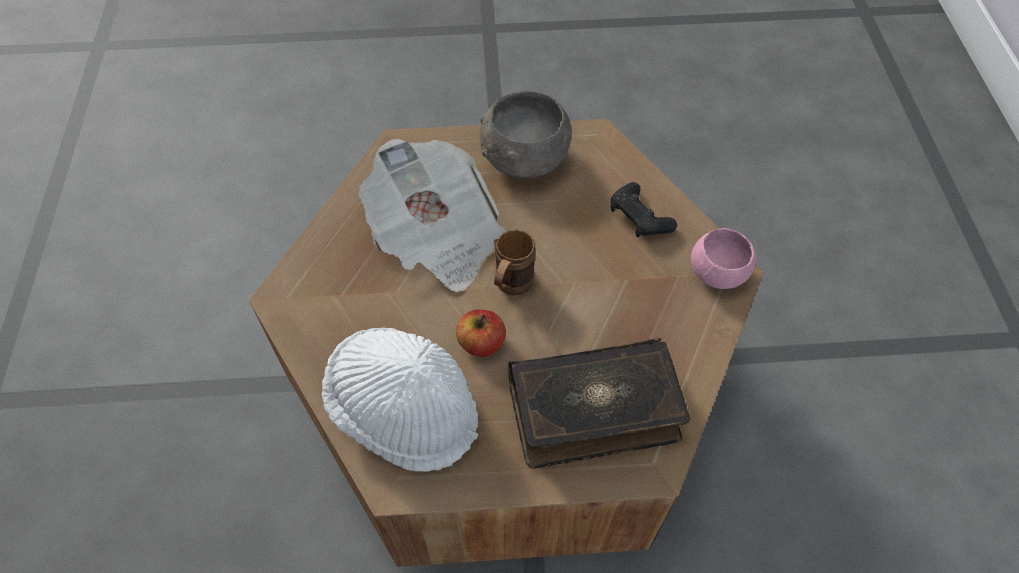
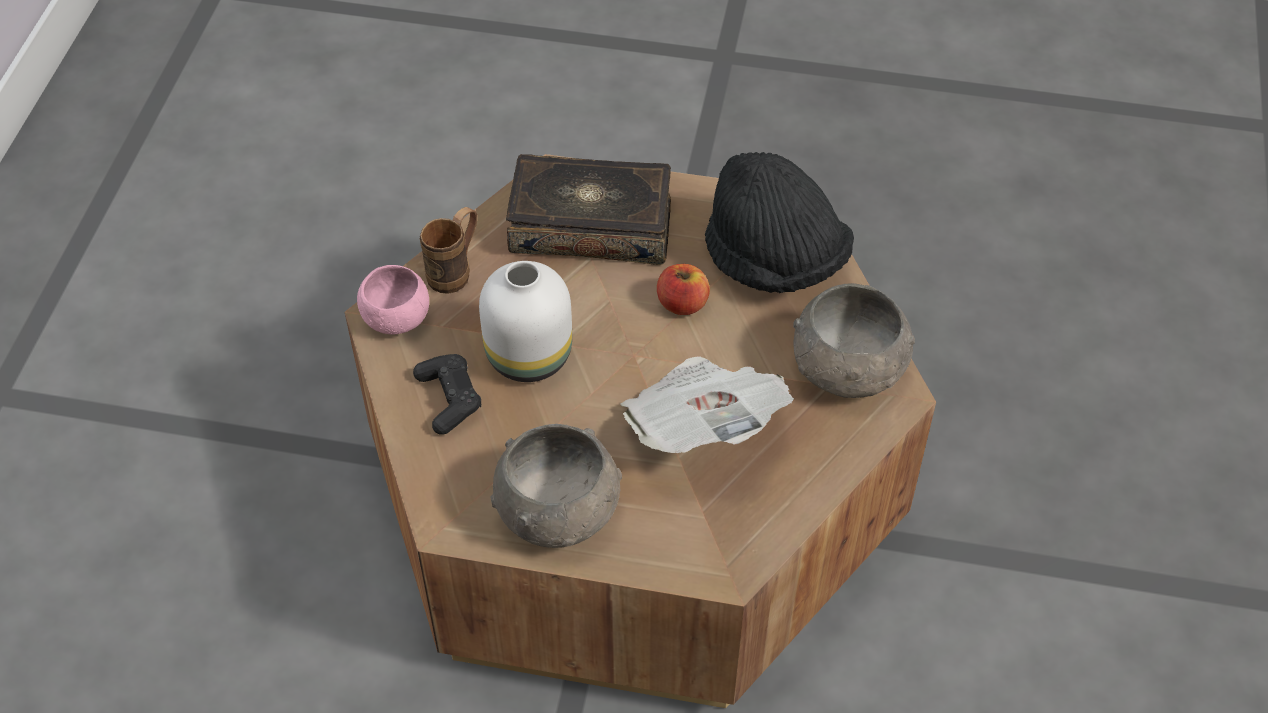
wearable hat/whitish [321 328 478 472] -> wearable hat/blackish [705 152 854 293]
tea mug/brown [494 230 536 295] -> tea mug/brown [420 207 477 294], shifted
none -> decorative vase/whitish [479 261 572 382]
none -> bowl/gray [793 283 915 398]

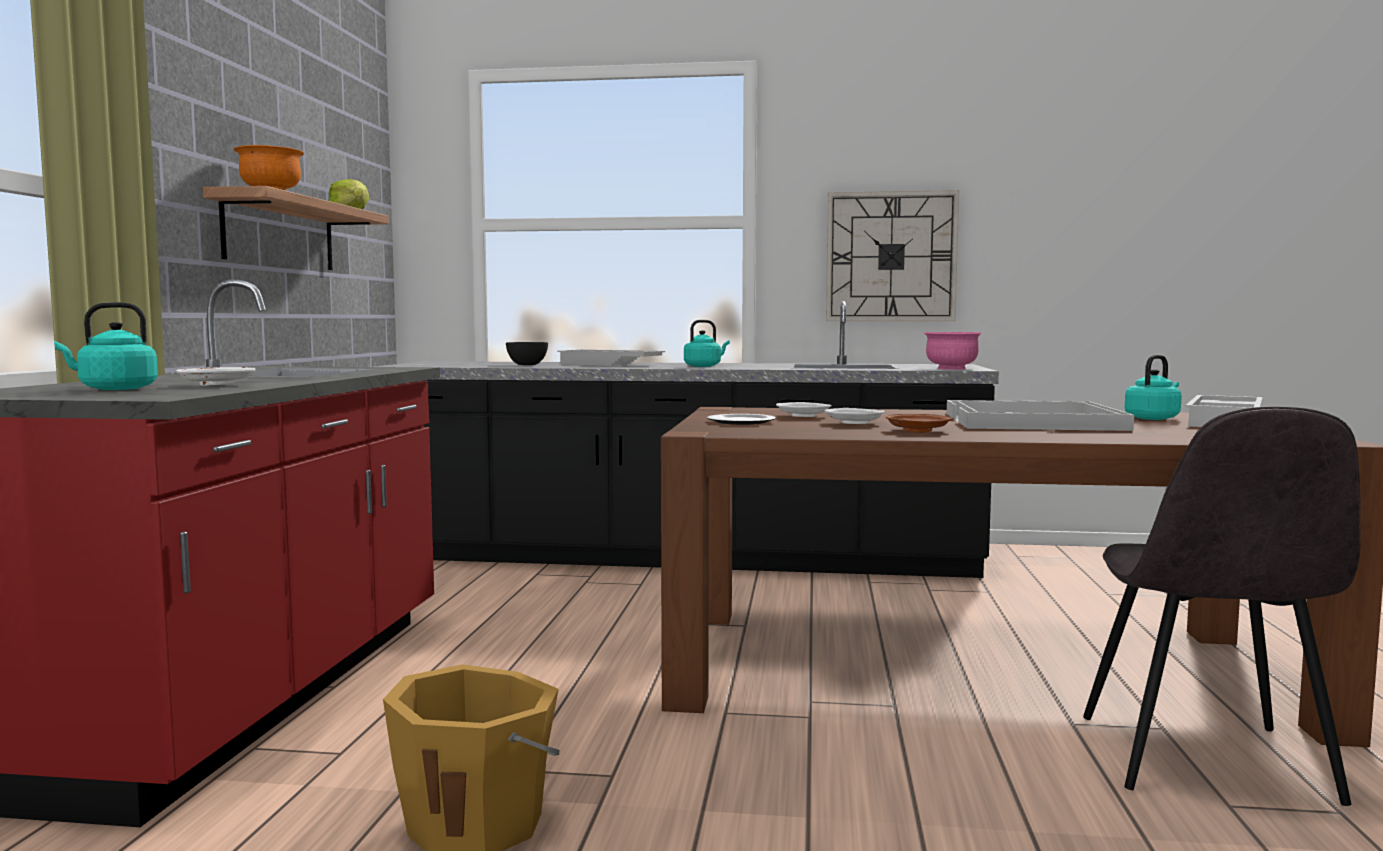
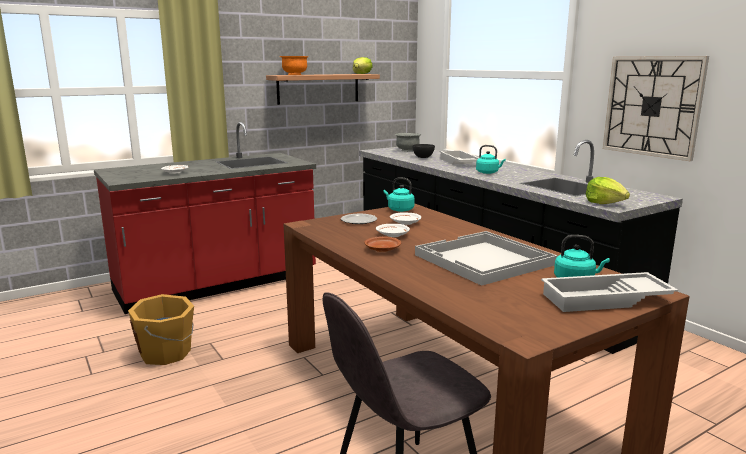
kettle/blue-green [54 302 158 390] -> kettle/blue-green [383 177 415 212], shifted
bowl/pinkish [924 332 982 370] -> lettuce head [586 177 630 204]
none -> bowl/gray [395 133 421 152]

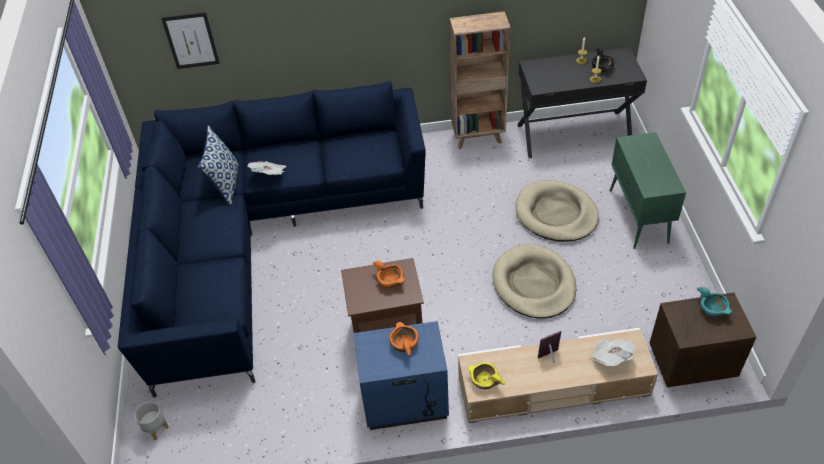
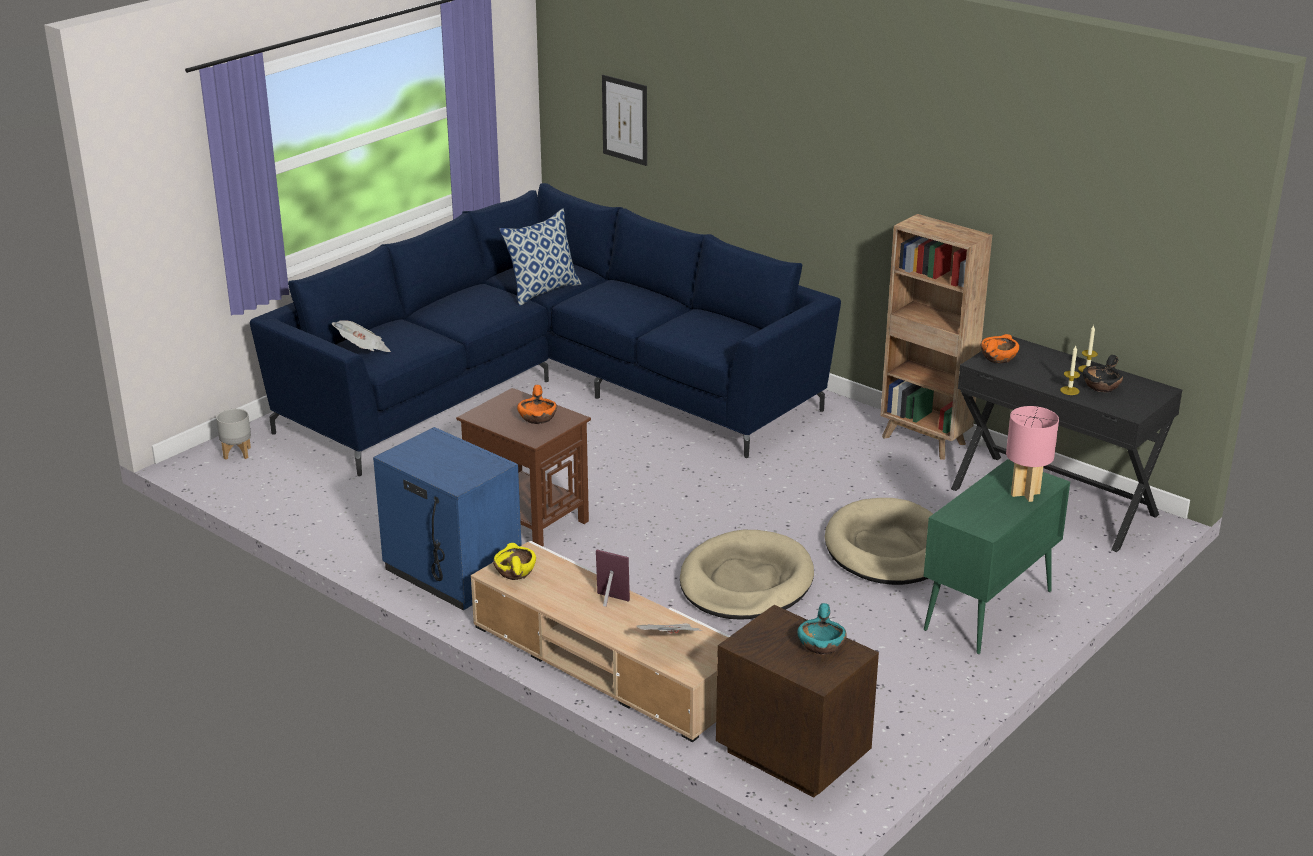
printed paper [248 161 286 175] -> printed paper [332 320 391 352], shifted
bowl/orangey [389 322 419 355] -> bowl/orangey [981 334 1019 364], shifted
none -> lamp for a table/pinkish [1006 406 1059 502]

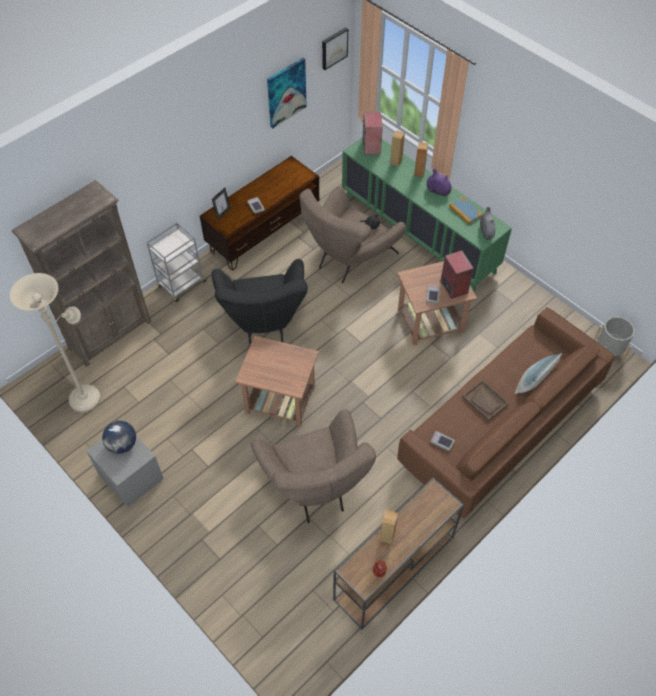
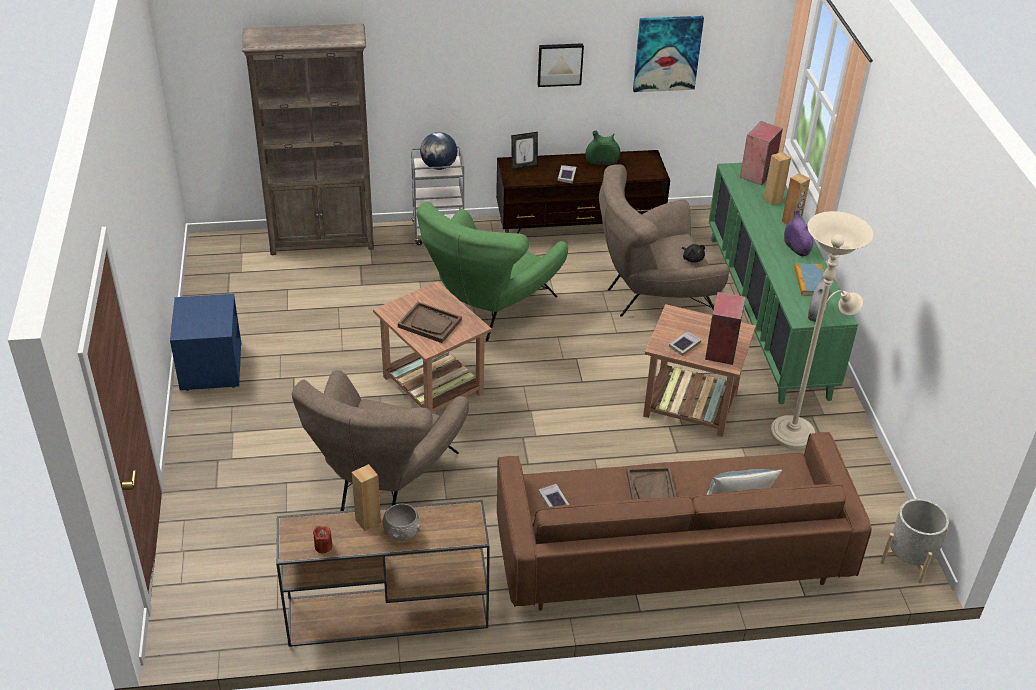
standard lamp/beige [10 273 100 412] -> standard lamp/beige [770 211 873 449], shifted
night table/gray [86 436 164 507] -> night table/bluish [170 294 241 391]
desk globe [102 421 136 454] -> desk globe [420 132 457 170], shifted
easy chair/blackish [211 259 308 346] -> easy chair/green-coloured [417 201 568 341]
wall art [322 27 348 70] -> wall art [538 43 584 87], shifted
none -> bowl/gray [383 504 420 541]
none -> carrying tray/brown [398 302 462 343]
none -> decorative vase/green-coloured [586 130 620 165]

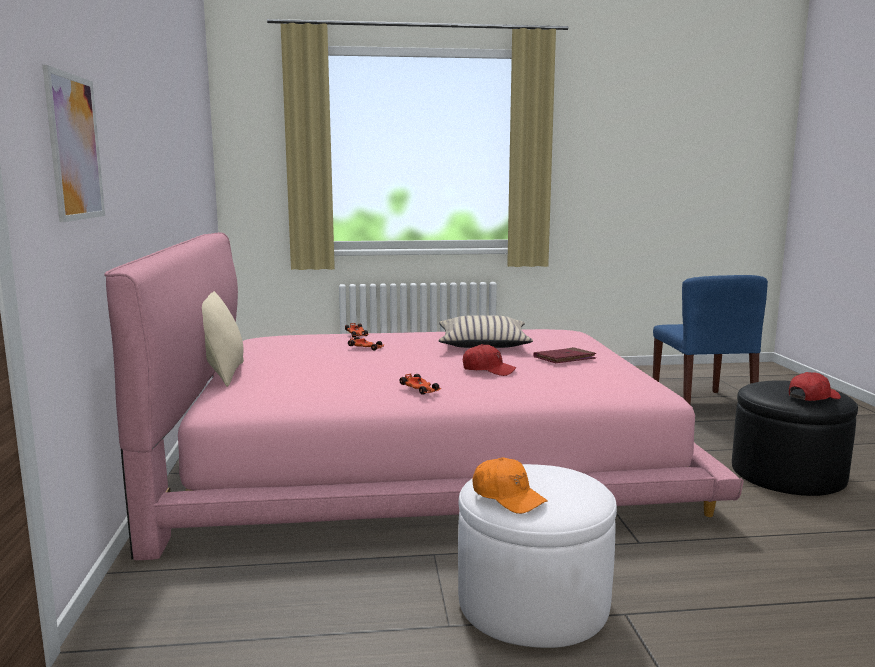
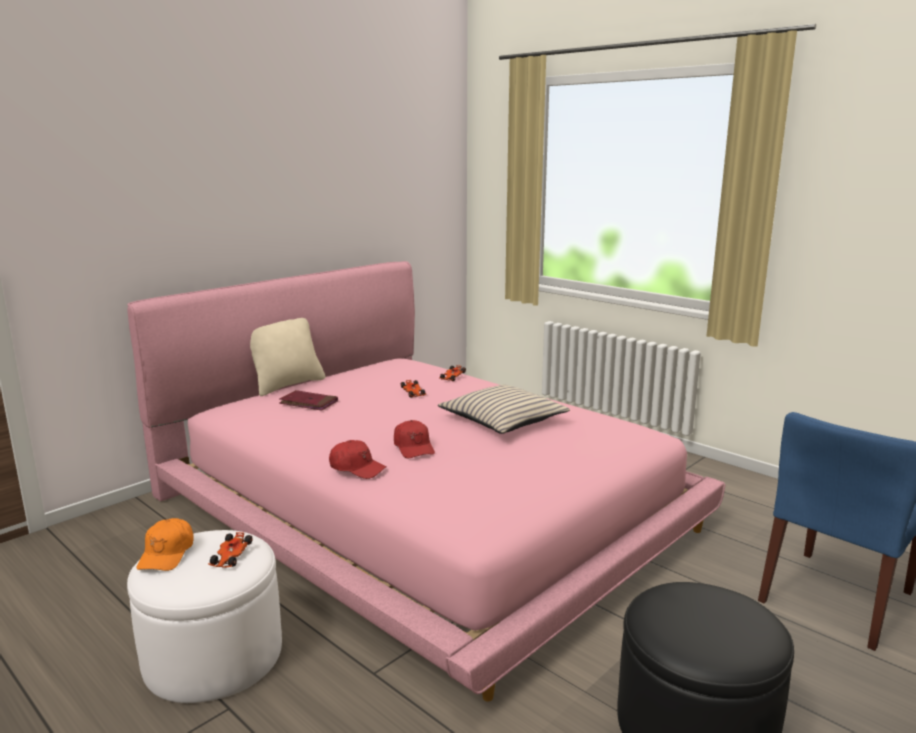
wall art [42 65 105 222] -> none
model car [399 374 442 395] -> model car [208 532 252 568], shifted
book/reddish [534 347 596 363] -> book/reddish [279 390 338 411], shifted
baseball cap/reddish [789 372 841 401] -> baseball cap/reddish [329 440 387 479], shifted

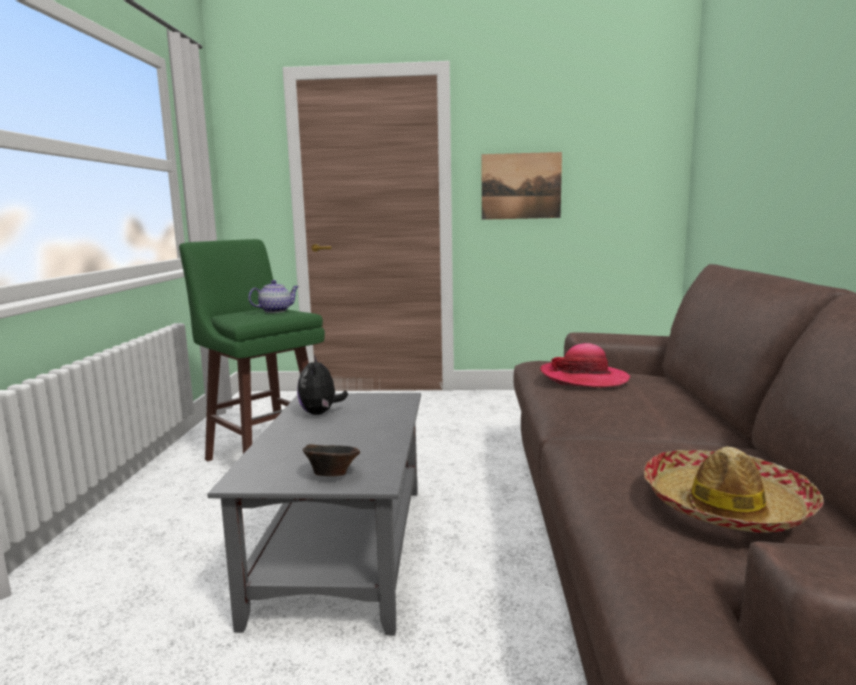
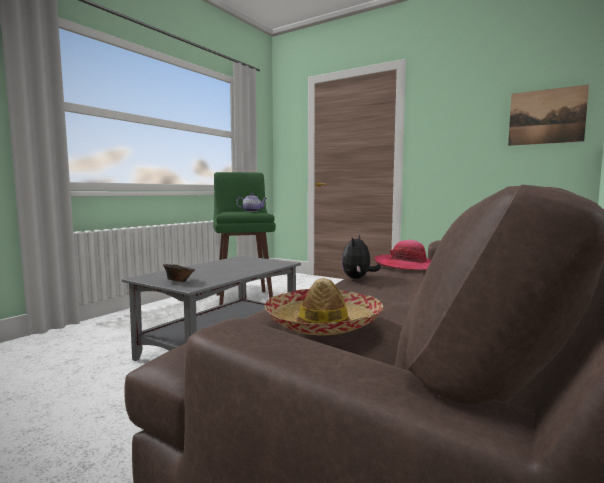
plush toy [297 355 348 415] -> plush toy [342 235 381 279], shifted
wall art [482 152 562 220] -> wall art [508 84 589 146], shifted

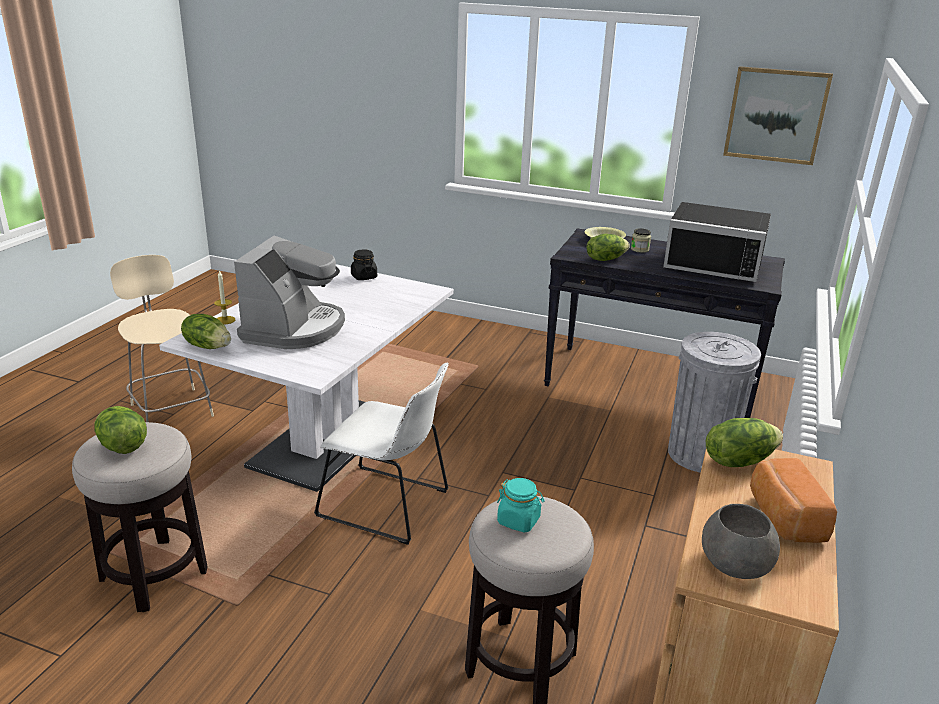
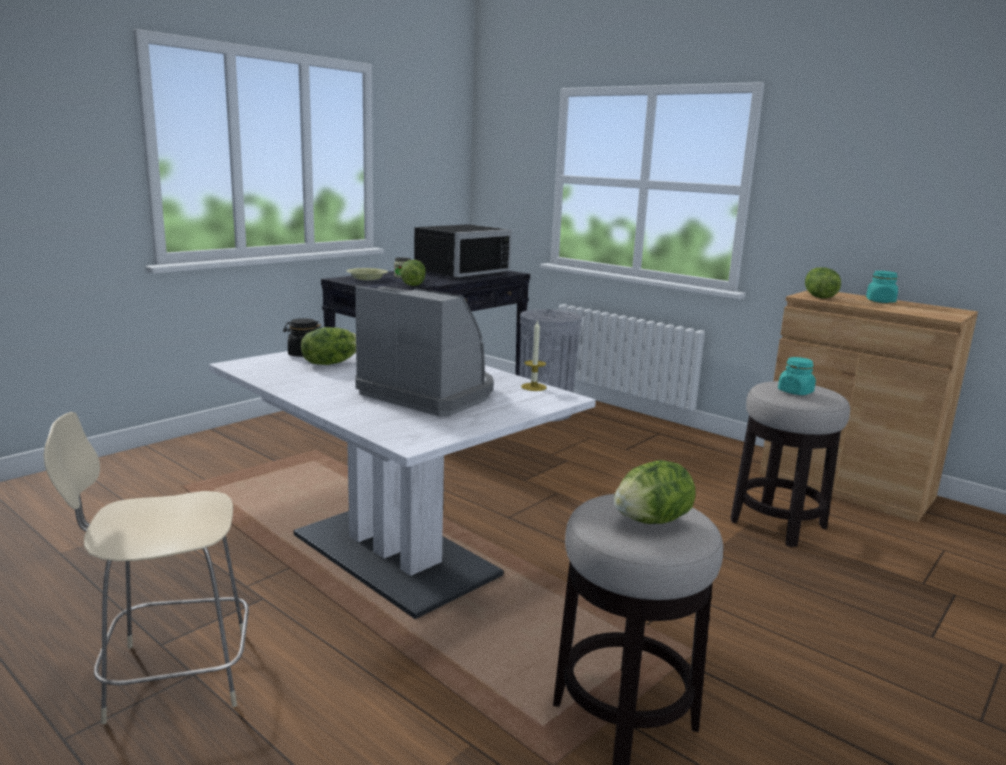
lettuce head [181 314 231 349] -> lettuce head [301 327 356 365], shifted
candle [214 270 235 325] -> candle [521 320 546 391], shifted
plain chair/whitish [314 363 449 545] -> none
bowl/gray [702 504 780 579] -> none
wall art [723 66 833 165] -> none
bakery bread [750 458 837 543] -> jar/blue-green [866 271 898 303]

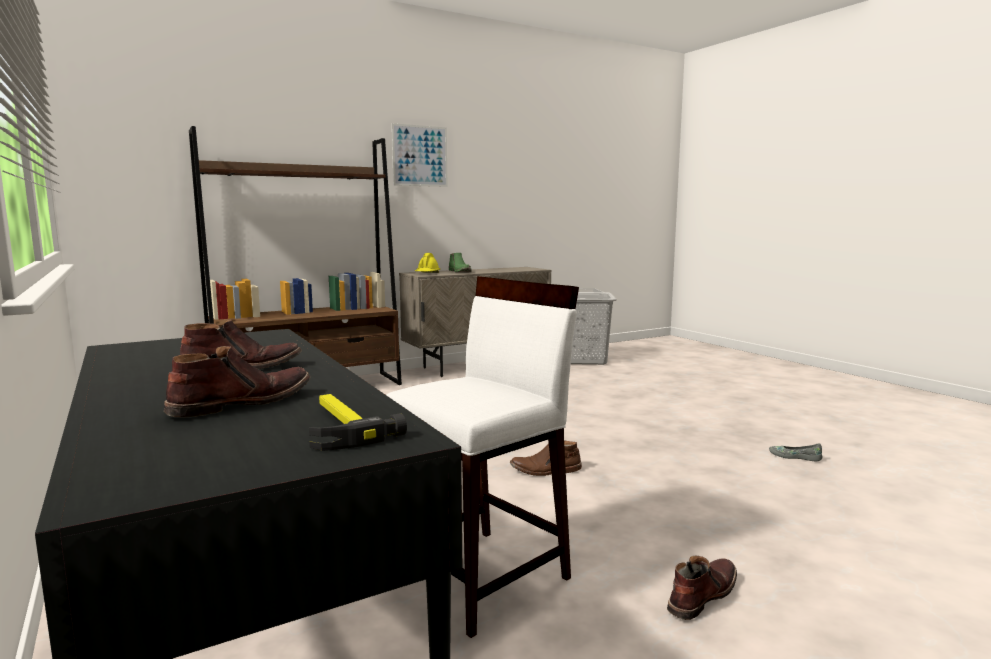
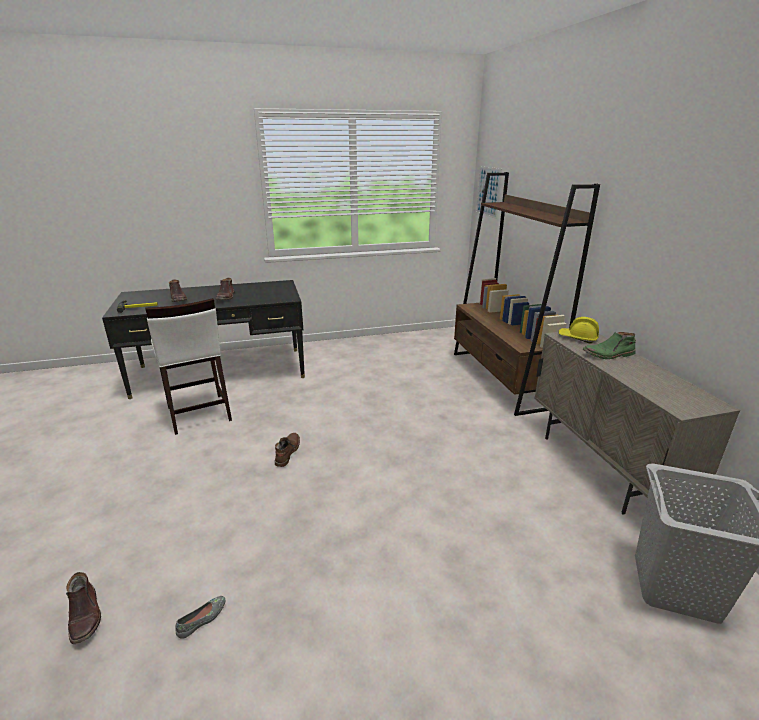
wall art [392 123 448 187] -> wall art [476 166 502 219], shifted
boot/brown [667 556 737 620] -> boot/brown [66 572 101 644], shifted

